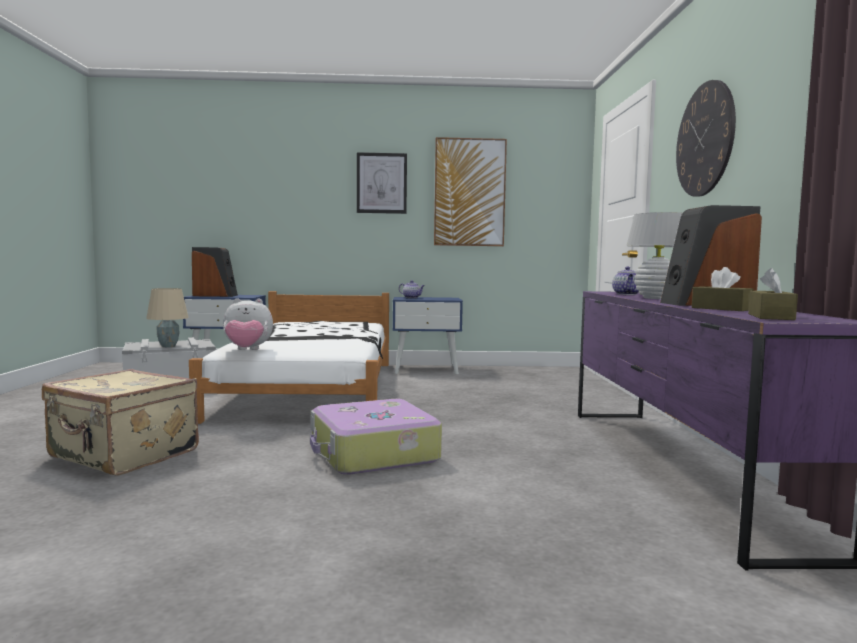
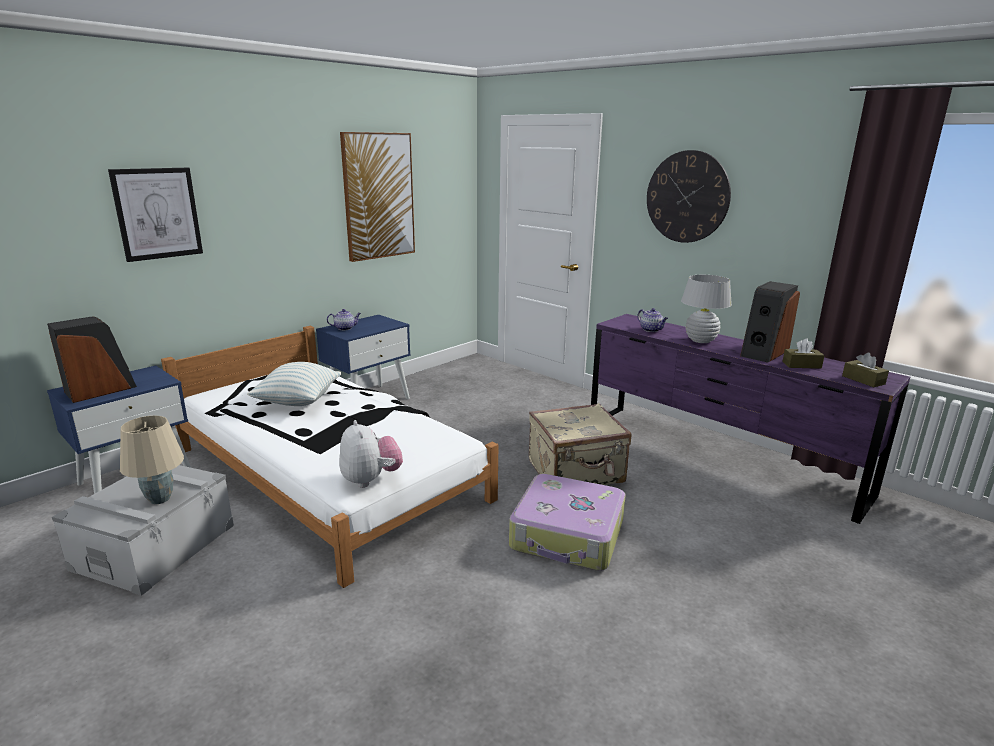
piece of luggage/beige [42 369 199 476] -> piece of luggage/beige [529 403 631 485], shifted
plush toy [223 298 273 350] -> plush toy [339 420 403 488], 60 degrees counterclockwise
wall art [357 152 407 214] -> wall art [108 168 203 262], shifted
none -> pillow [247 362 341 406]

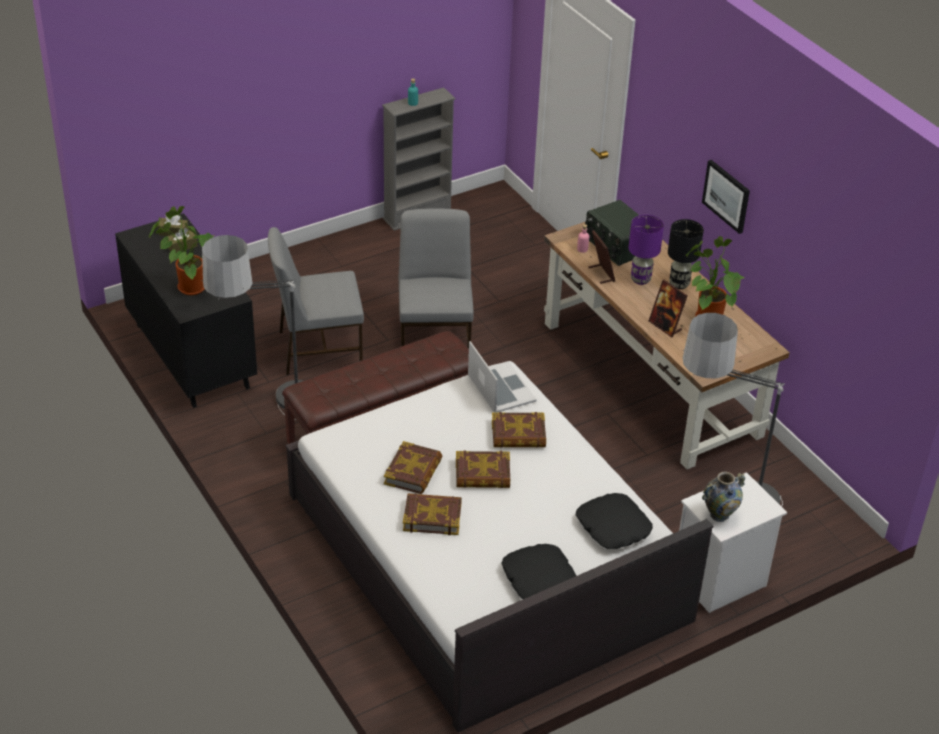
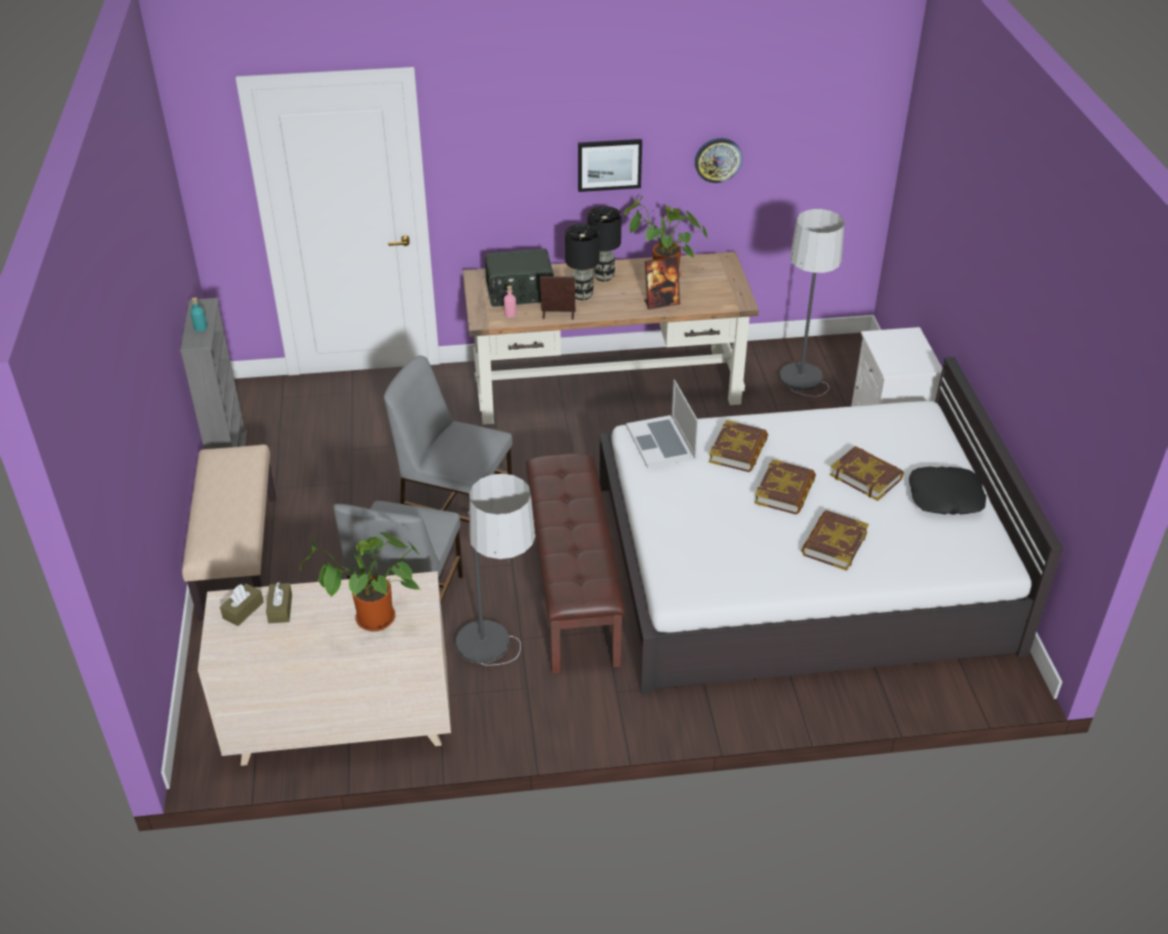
drawer chest/blackish [115 213 257 408] -> drawer chest/beige [198 571 451 766]
book [384 441 442 494] -> book [830 446 904 501], shifted
laptop [468 341 537 413] -> laptop [626 379 699 468], 105 degrees counterclockwise
pillow/blackish [576 493 653 549] -> none
lamp for a table/purple [628 215 664 285] -> lamp for a table/blackish [565 224 600 300]
decorative vase [702 472 746 522] -> none
none -> long seat/beige [182 444 276 621]
none -> wall clock [695 138 742 183]

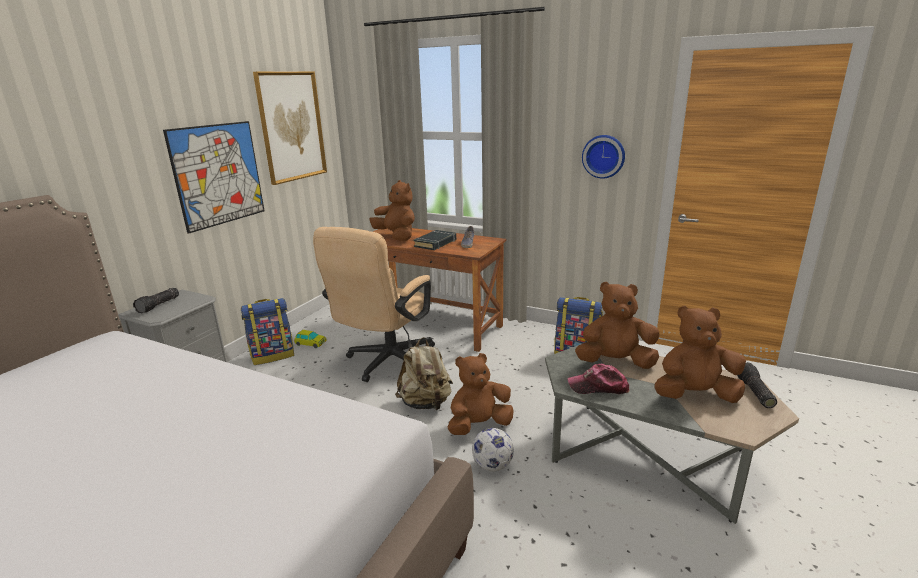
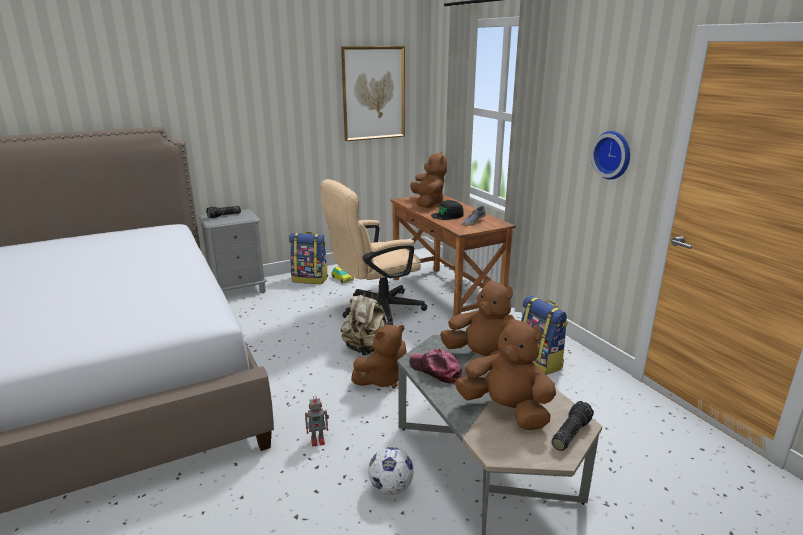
wall art [163 121 265 234] -> none
book/blackish [414 230 456 250] -> baseball cap/blackish [431 200 464 220]
plush toy/brown [448 353 514 435] -> plush toy/brown [351 325 407 389], 135 degrees clockwise
football ball [472 428 514 472] -> football ball [368 447 414 495], shifted
none -> toy robot [305 395 329 447]

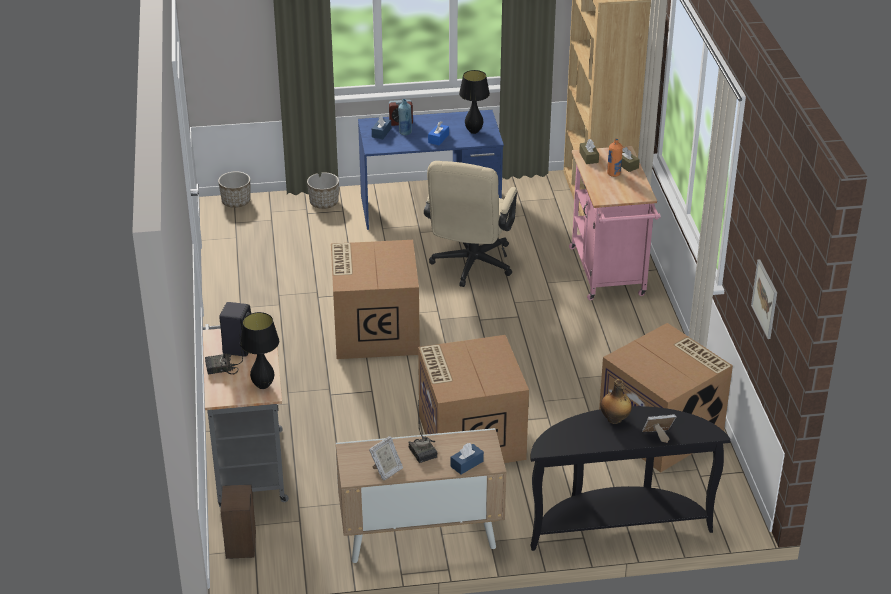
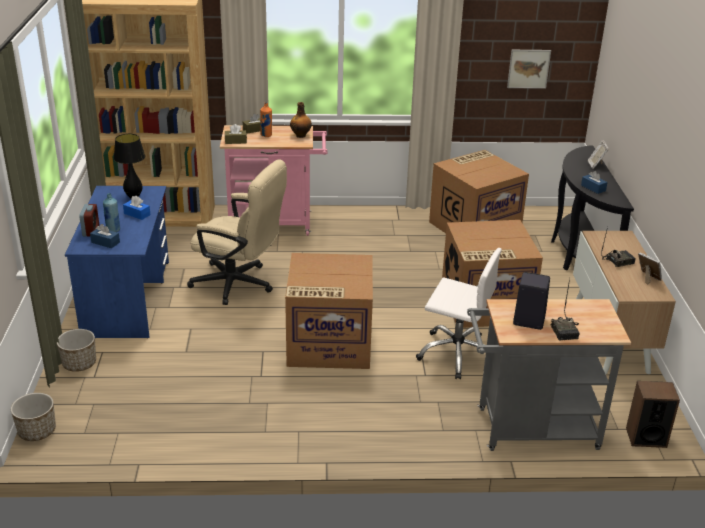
lamp for a table/blackish [240 312 279 389] -> none
tissue box/bluish [450 443 484 475] -> tissue box/bluish [581 171 608 194], shifted
beverage bottle [600 379 632 424] -> beverage bottle [290 102 312 138], shifted
none -> desk chair/whitish [416 248 502 379]

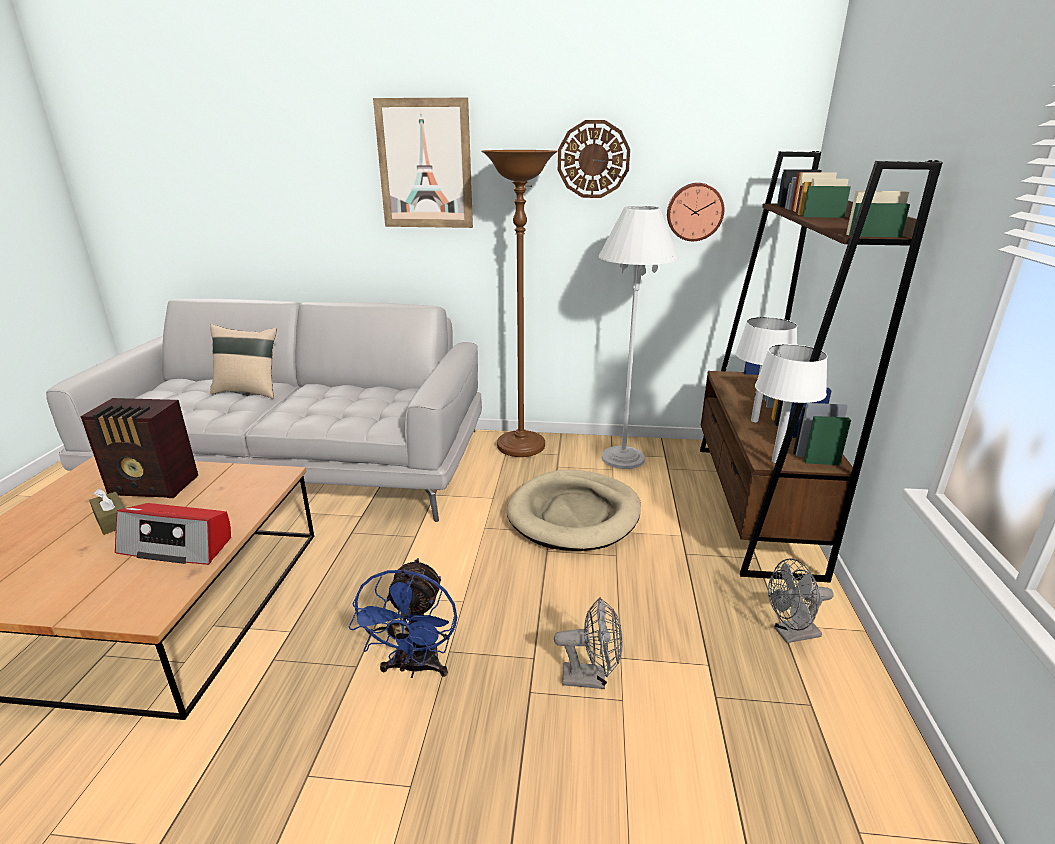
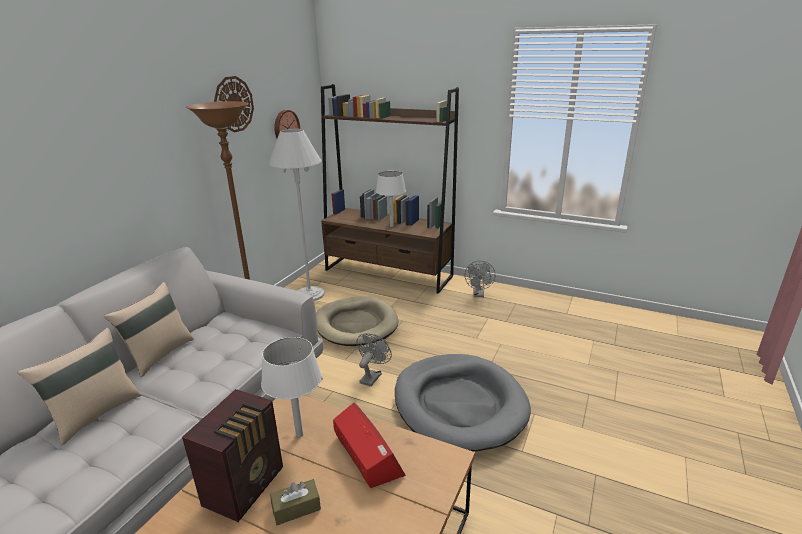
radio set [115 503 231 565] -> radio set [333 402 406 488], 60 degrees counterclockwise
fan/bluish [349 558 457 678] -> dog bed/gray [395 354 531 451]
wall art [373 98 473 228] -> none
fan/gray [554 597 623 689] -> fan/gray [356 333 392 387], shifted
lamp for a table/whitish [755 344 828 464] -> lamp for a table/whitish [261 337 322 438], shifted
none -> pillow/beige [104 282 194 377]

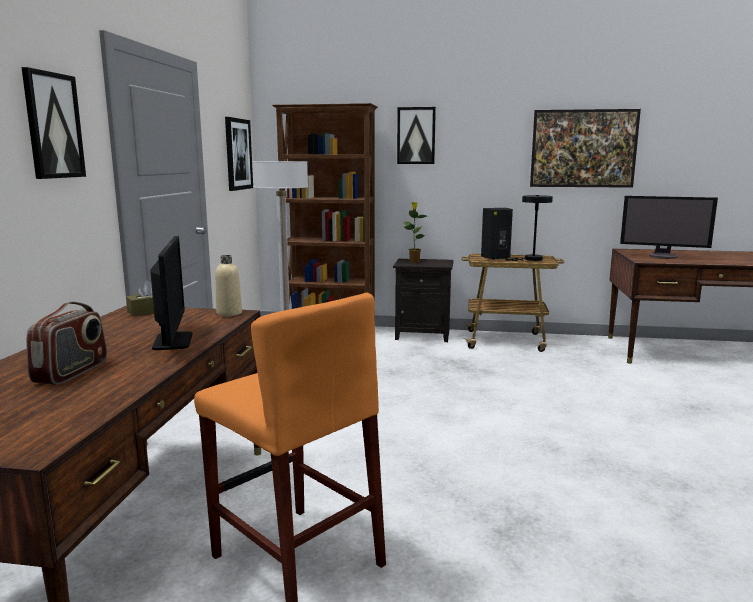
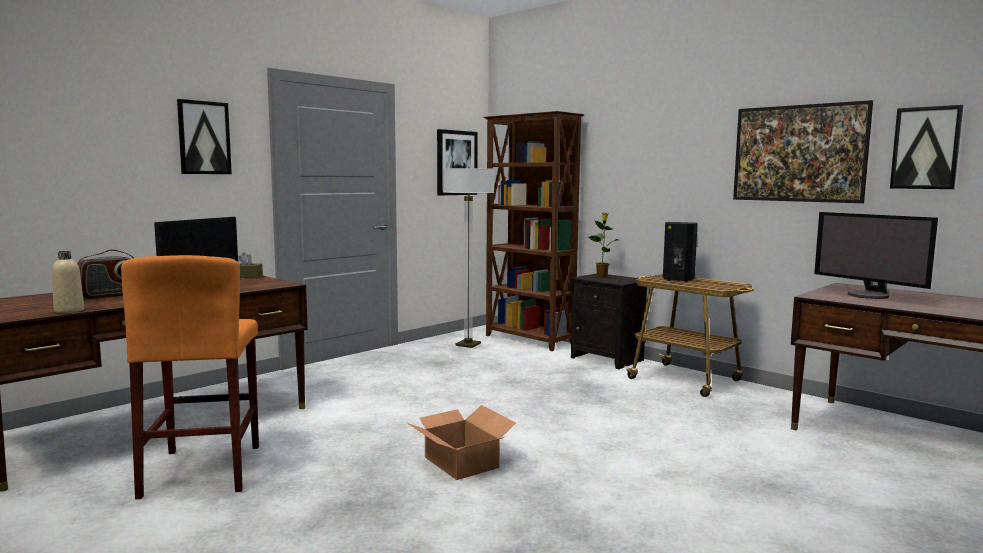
beverage bottle/beige [215 255 242 316] -> beverage bottle/beige [52 251 84 313], shifted
wall art [397 107 436 164] -> wall art [890 105 964 189], shifted
lamp for a table/blackish [505 195 553 261] -> none
none -> carton [407 405 516 480]

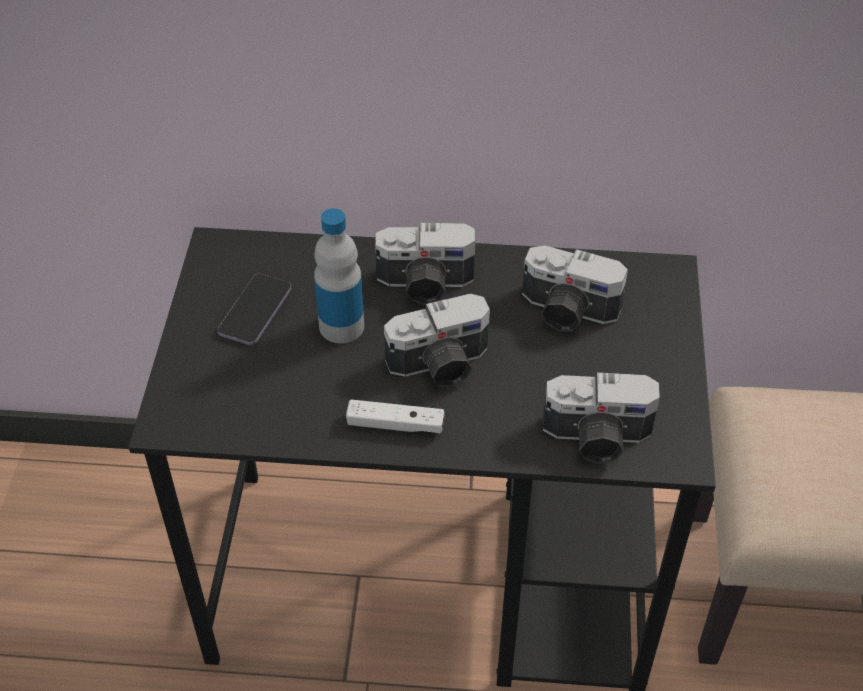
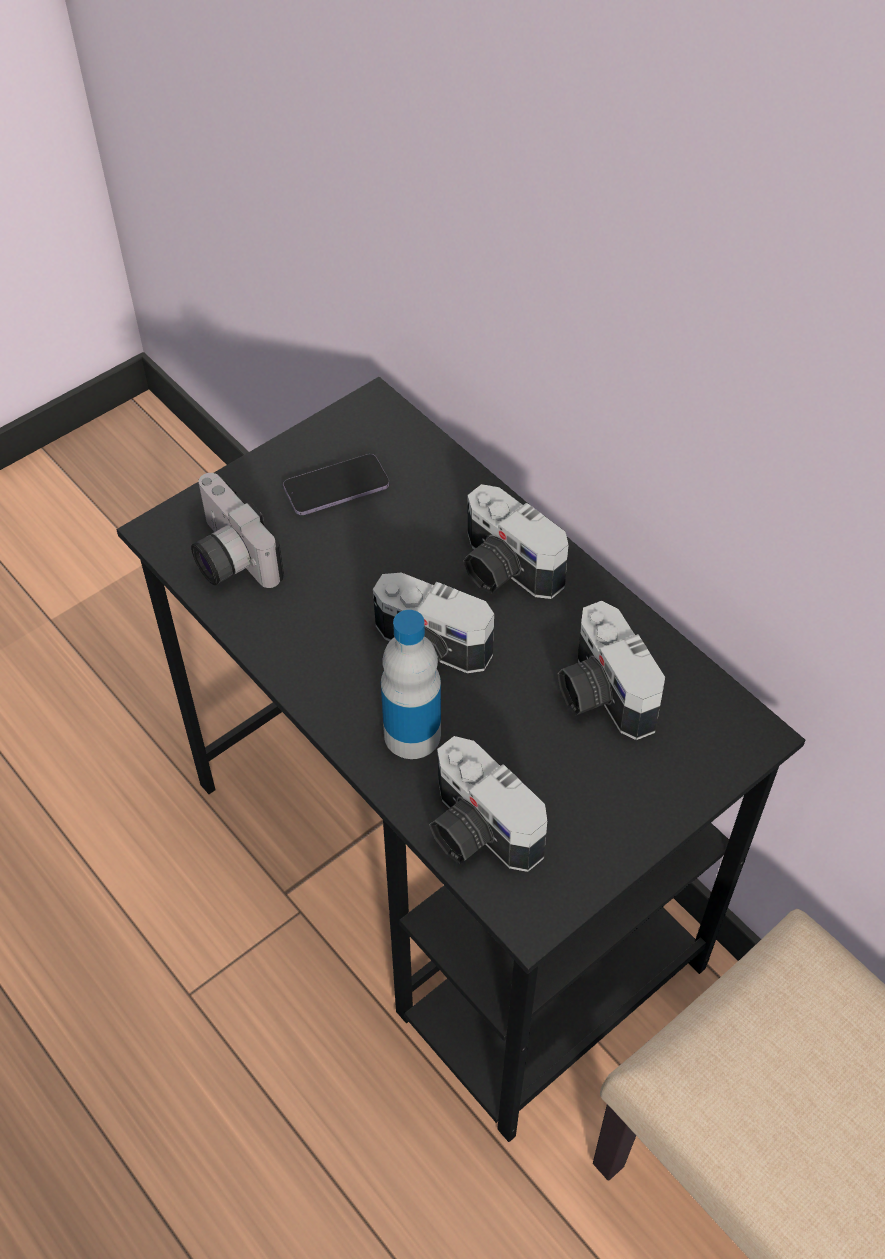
beverage bottle [314 208 364 343] -> beverage bottle [381 610 441 759], shifted
joypad/whitish [346 399 444 433] -> none
none -> still camera [191 473 284 588]

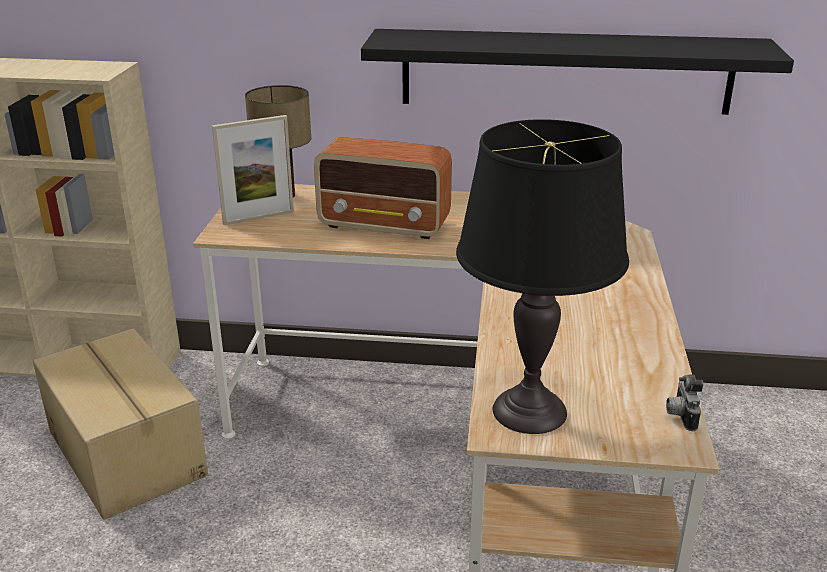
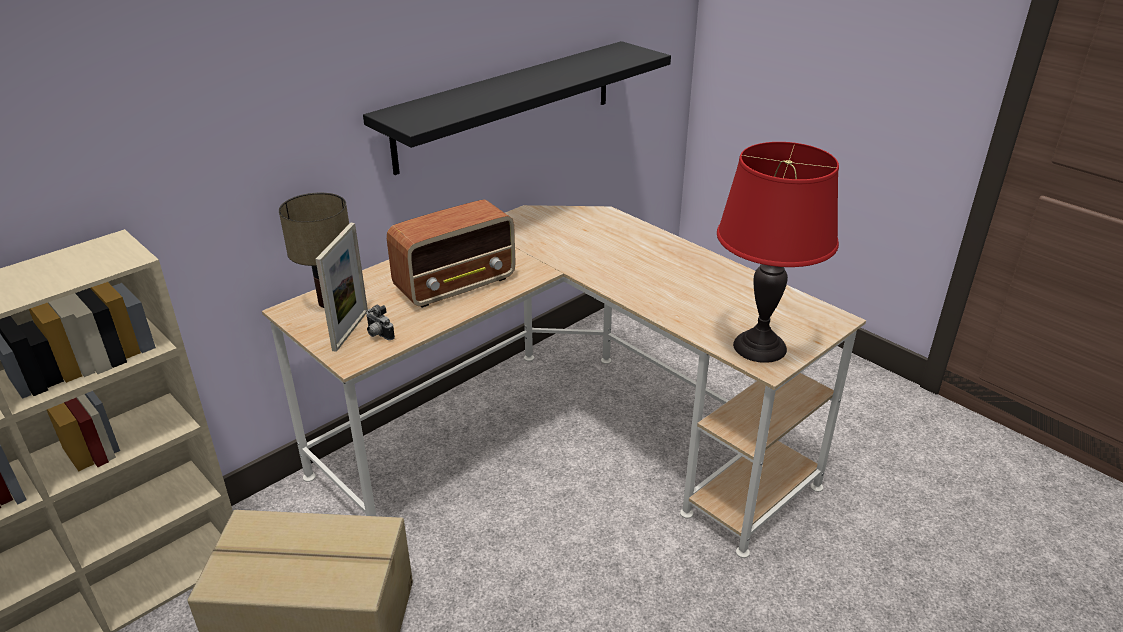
lamp for a table/blackish [456 119 629 434] -> lamp for a table/reddish [717 142 839 363]
still camera [666 374 704 431] -> still camera [366 305 395 340], shifted

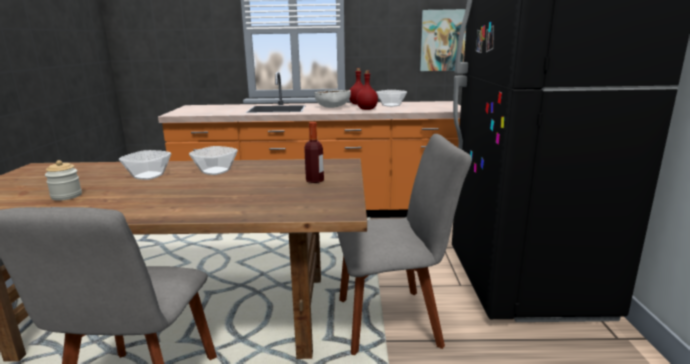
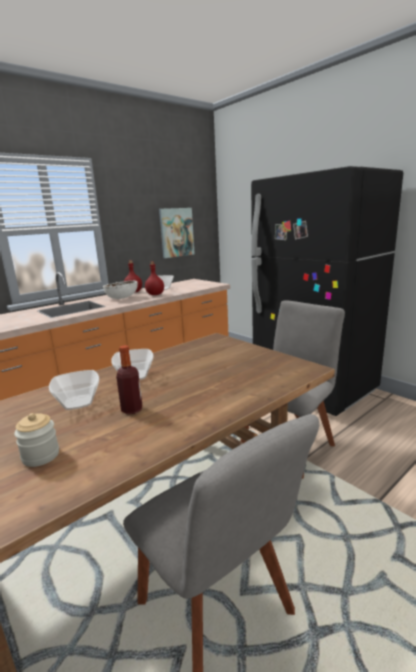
beverage bottle [304 122 324 183] -> beverage bottle [116 345 142 414], shifted

